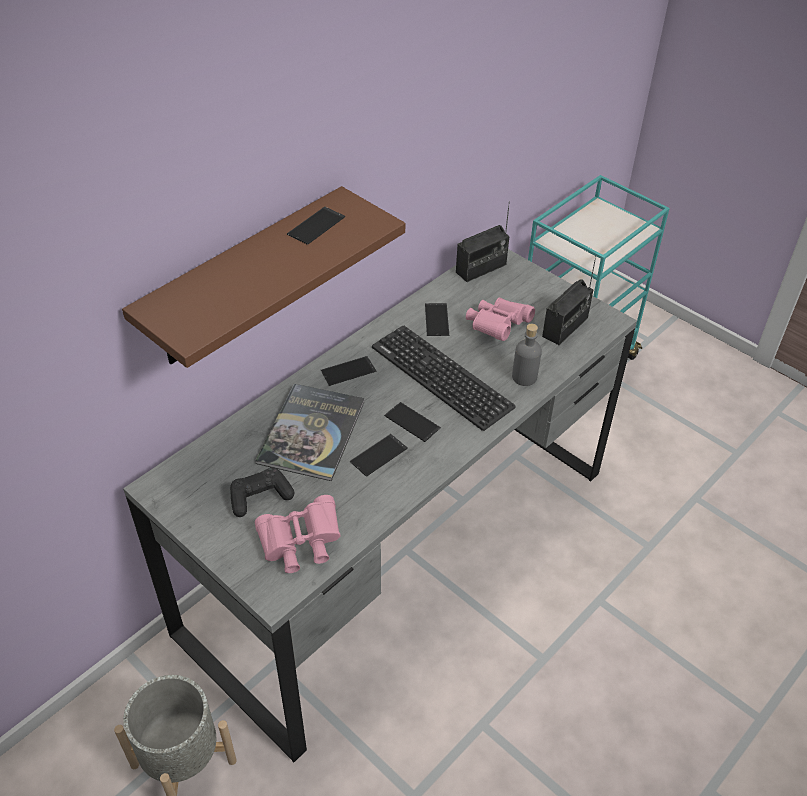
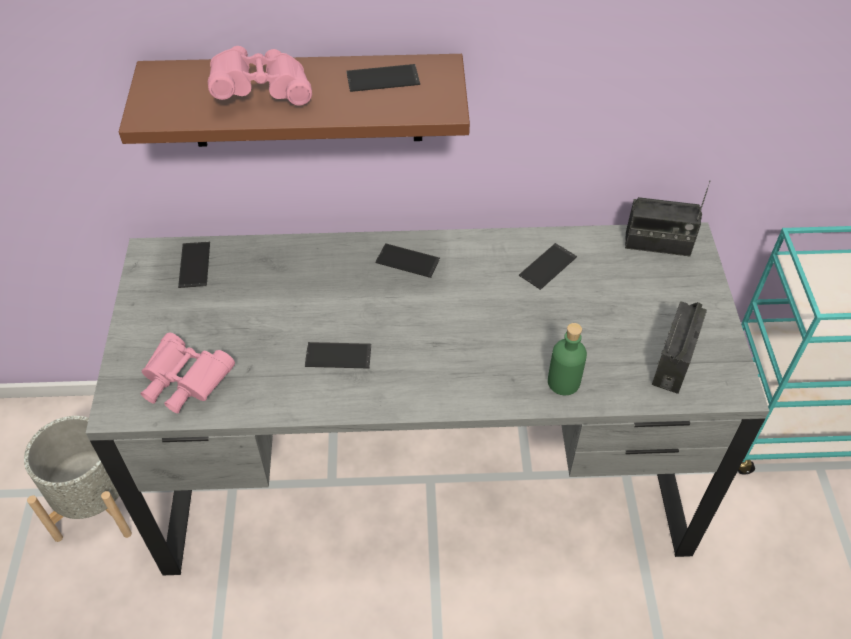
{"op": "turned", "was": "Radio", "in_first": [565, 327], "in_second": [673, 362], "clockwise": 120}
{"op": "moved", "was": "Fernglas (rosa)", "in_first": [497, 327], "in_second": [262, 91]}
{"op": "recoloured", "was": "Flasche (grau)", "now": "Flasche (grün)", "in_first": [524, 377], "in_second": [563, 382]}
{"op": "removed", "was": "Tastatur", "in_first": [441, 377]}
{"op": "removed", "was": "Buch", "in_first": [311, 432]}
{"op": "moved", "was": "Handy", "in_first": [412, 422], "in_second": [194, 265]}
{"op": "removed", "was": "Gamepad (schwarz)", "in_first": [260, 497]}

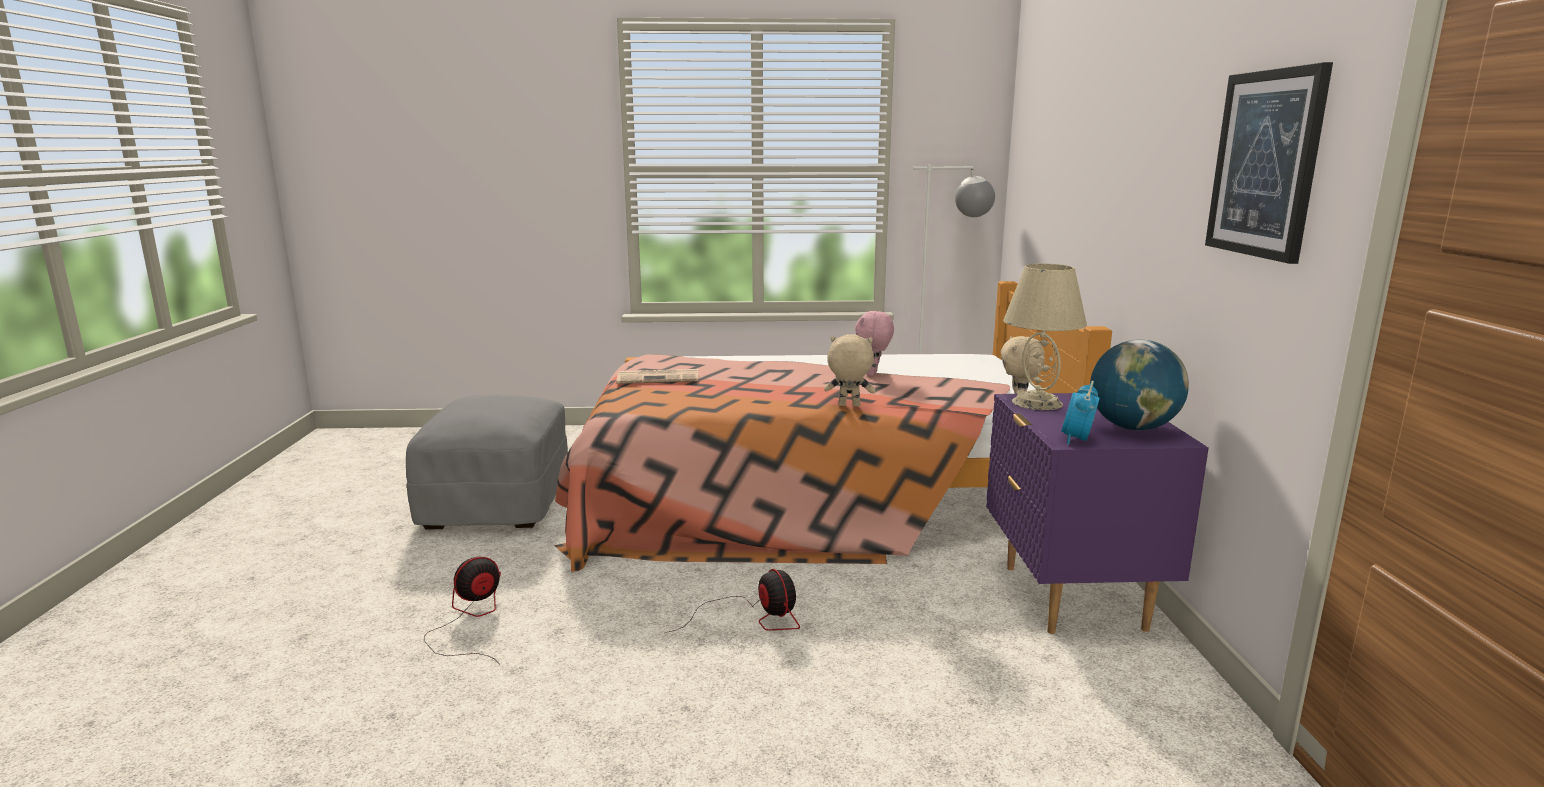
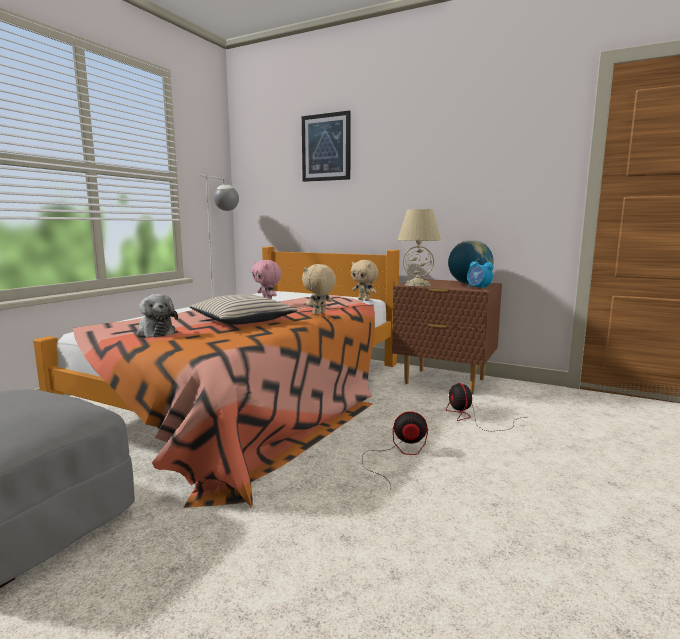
{"op": "moved", "was": "Bild", "in_first": [1265, 164], "in_second": [326, 147]}
{"op": "replaced", "was": "Zeitung", "now": "Plüschtier", "in_first": [659, 378], "in_second": [155, 332]}
{"op": "recoloured", "was": "Nachttisch (lila)", "now": "Nachttisch (braun)", "in_first": [1071, 597], "in_second": [444, 382]}
{"op": "moved", "was": "Ventilator", "in_first": [471, 620], "in_second": [474, 419]}
{"op": "added", "now": "Kissen (beige)", "in_second": [242, 320]}

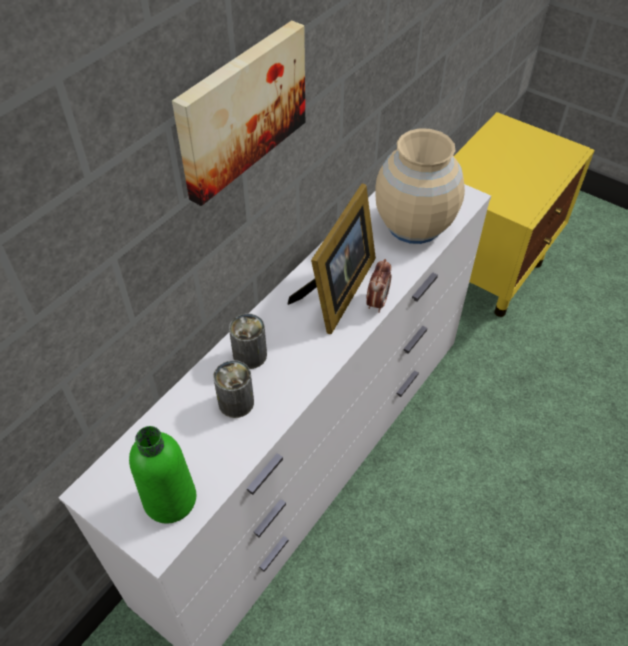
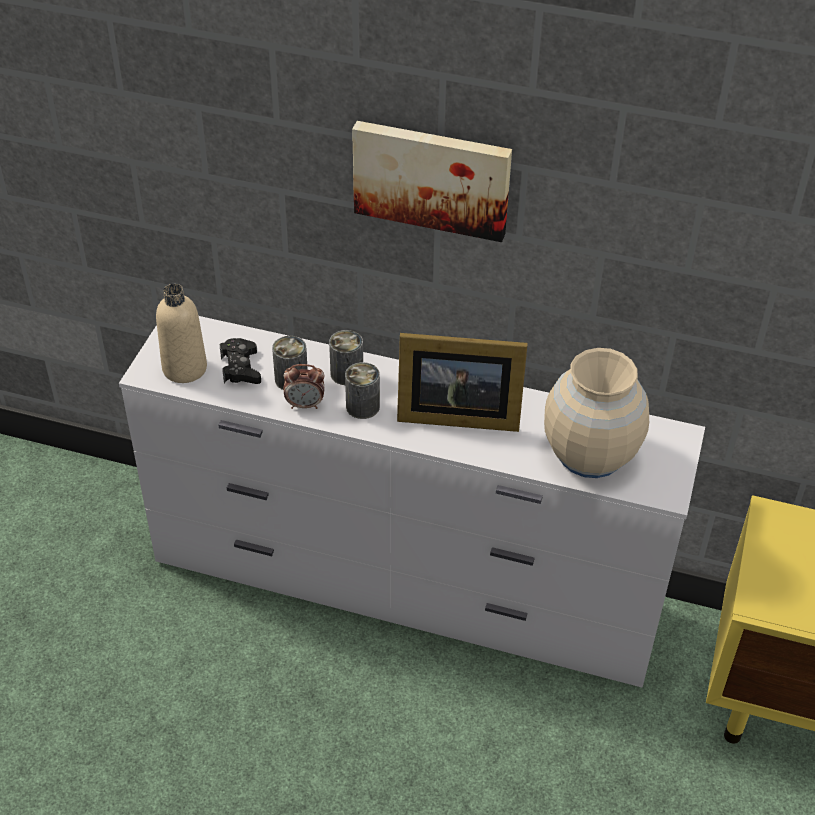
{"op": "moved", "was": "Wecker", "in_first": [377, 302], "in_second": [305, 404]}
{"op": "recoloured", "was": "Flasche (grün)", "now": "Flasche (beige)", "in_first": [170, 499], "in_second": [184, 368]}
{"op": "added", "now": "Gamepad (schwarz)", "in_second": [240, 368]}
{"op": "added", "now": "Dose", "in_second": [362, 406]}

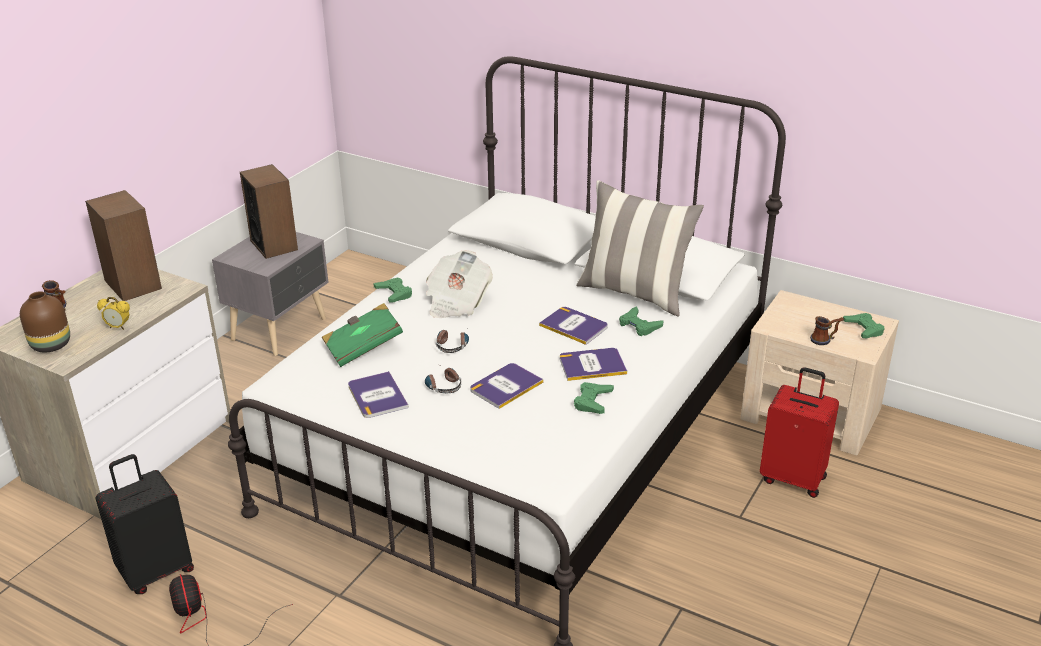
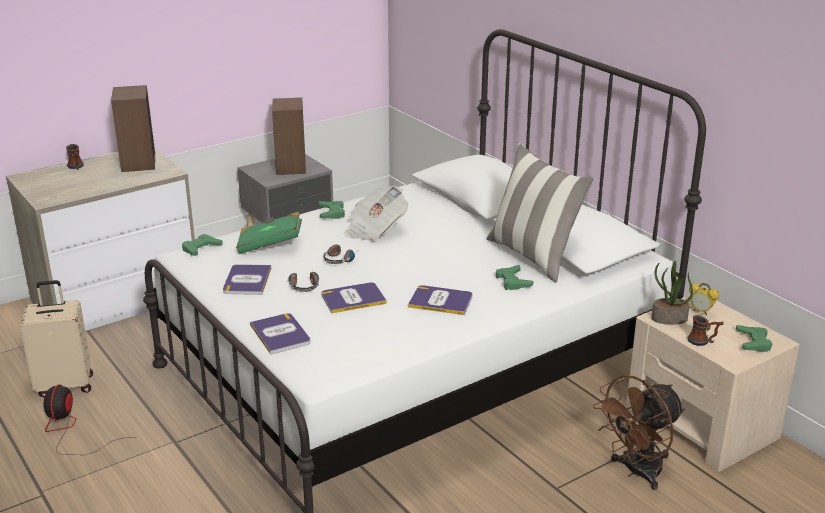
{"op": "removed", "was": "Vase (braun)", "in_first": [51, 344]}
{"op": "moved", "was": "Wecker", "in_first": [118, 327], "in_second": [701, 312]}
{"op": "moved", "was": "Buch", "in_first": [574, 326], "in_second": [280, 334]}
{"op": "replaced", "was": "Koffer (rot)", "now": "Ventilator (braun)", "in_first": [793, 478], "in_second": [636, 472]}
{"op": "moved", "was": "Gamepad (grün)", "in_first": [592, 401], "in_second": [201, 248]}
{"op": "recoloured", "was": "Koffer (schwarz)", "now": "Koffer (beige)", "in_first": [156, 571], "in_second": [65, 385]}
{"op": "added", "now": "Topfpflanze", "in_second": [669, 319]}

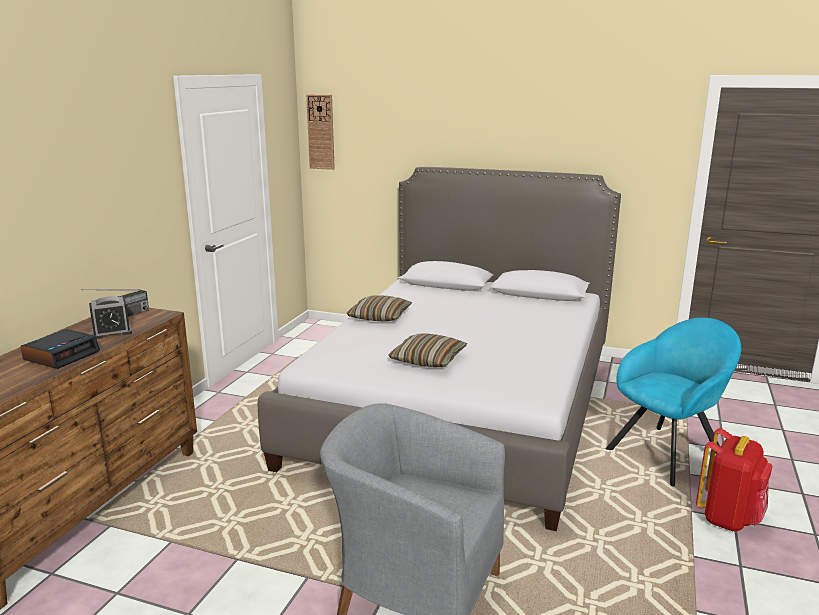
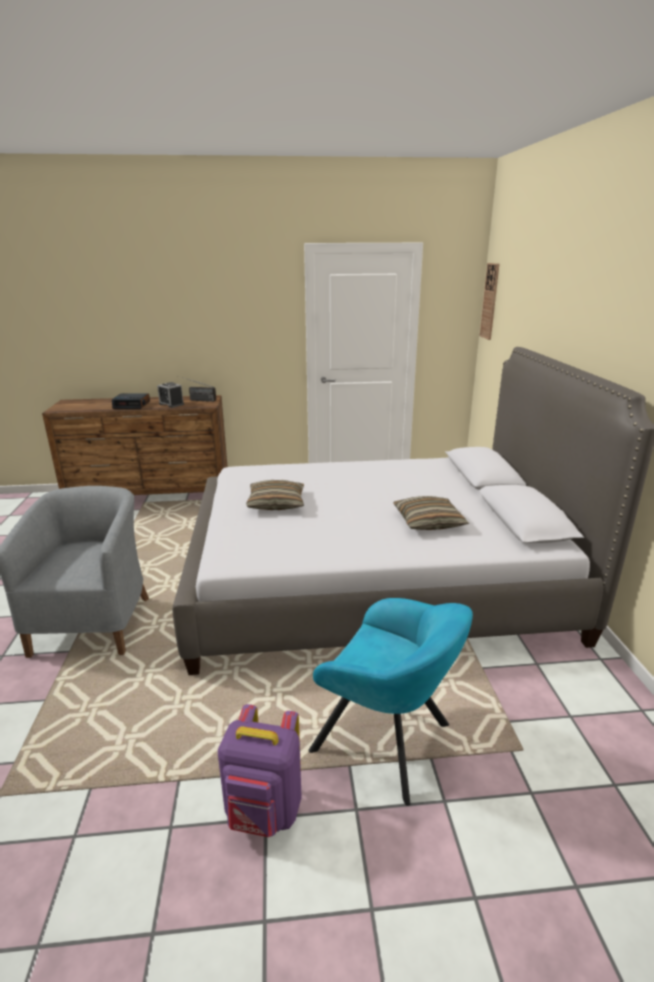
{"op": "moved", "was": "Kissen", "in_first": [379, 317], "in_second": [428, 522]}
{"op": "recoloured", "was": "Rucksack (rot)", "now": "Rucksack (lila)", "in_first": [729, 518], "in_second": [264, 812]}

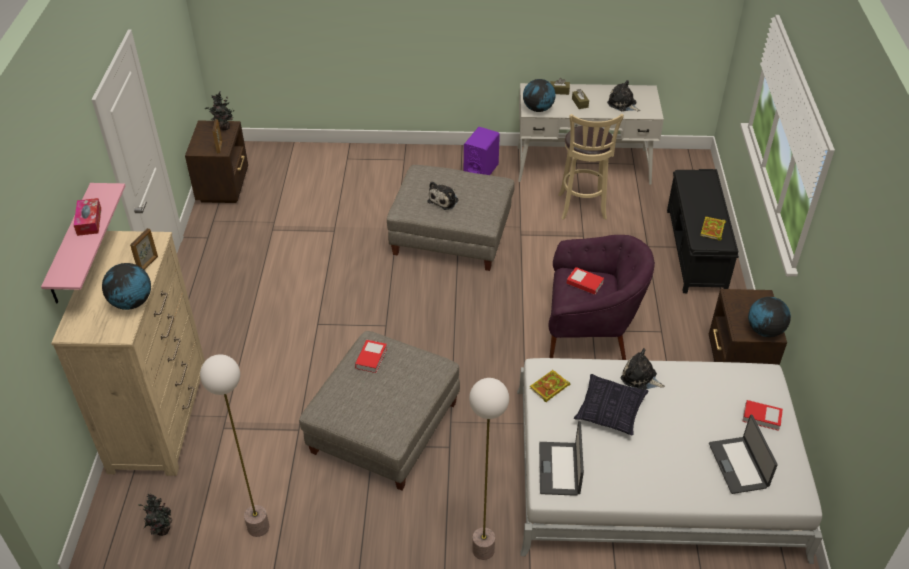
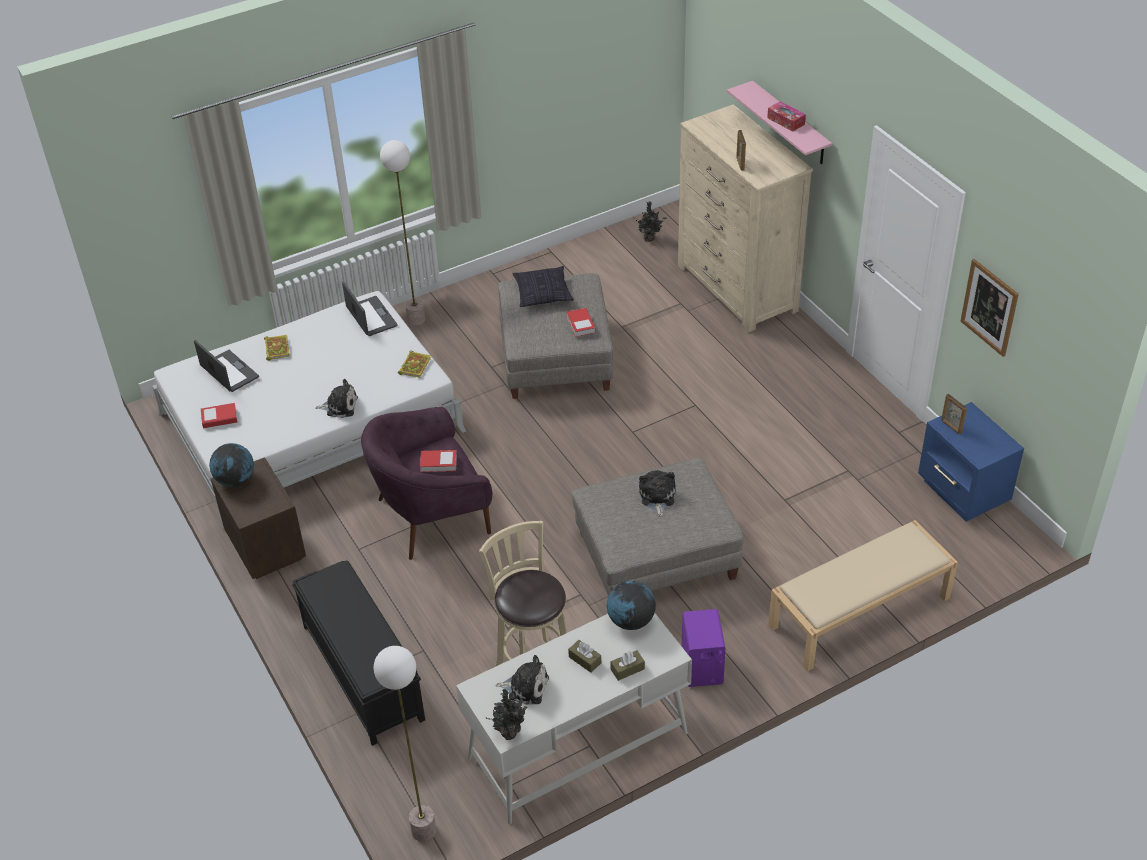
{"op": "moved", "was": "Topfpflanze", "in_first": [224, 128], "in_second": [510, 732]}
{"op": "recoloured", "was": "Nachttisch (braun)", "now": "Nachttisch (blau)", "in_first": [224, 186], "in_second": [963, 493]}
{"op": "moved", "was": "Buch", "in_first": [712, 230], "in_second": [276, 348]}
{"op": "removed", "was": "Globus", "in_first": [132, 303]}
{"op": "moved", "was": "Stehlampe", "in_first": [258, 527], "in_second": [423, 831]}
{"op": "moved", "was": "Kissen", "in_first": [610, 411], "in_second": [542, 294]}
{"op": "added", "now": "Bild", "in_second": [989, 307]}
{"op": "added", "now": "Bank (beige)", "in_second": [859, 613]}

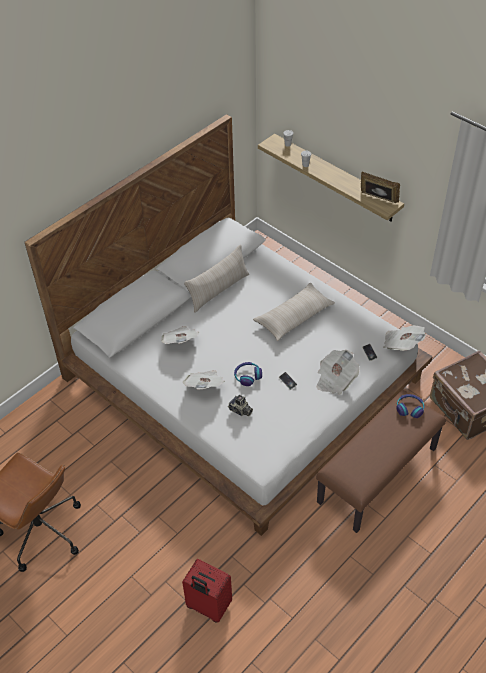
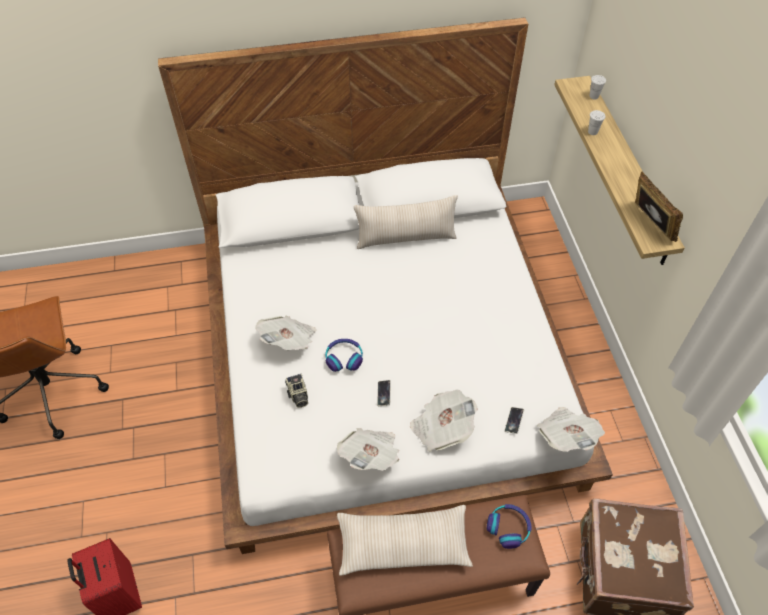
{"op": "moved", "was": "Kissen (beige)", "in_first": [294, 317], "in_second": [403, 544]}
{"op": "moved", "was": "Zeitung", "in_first": [180, 342], "in_second": [371, 455]}

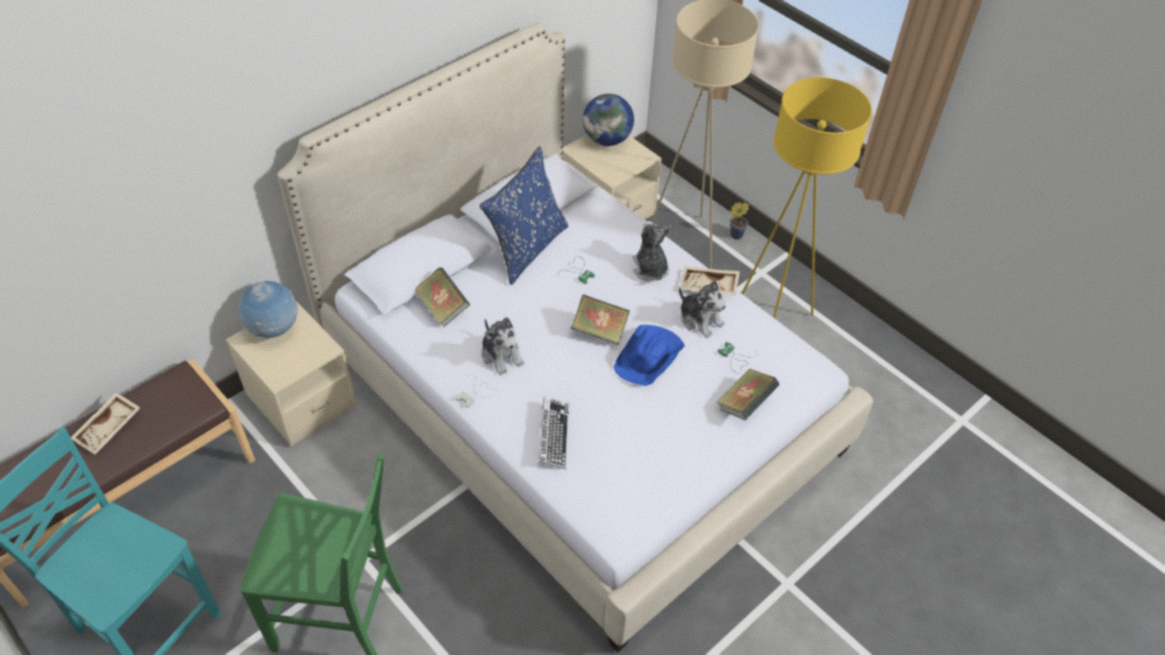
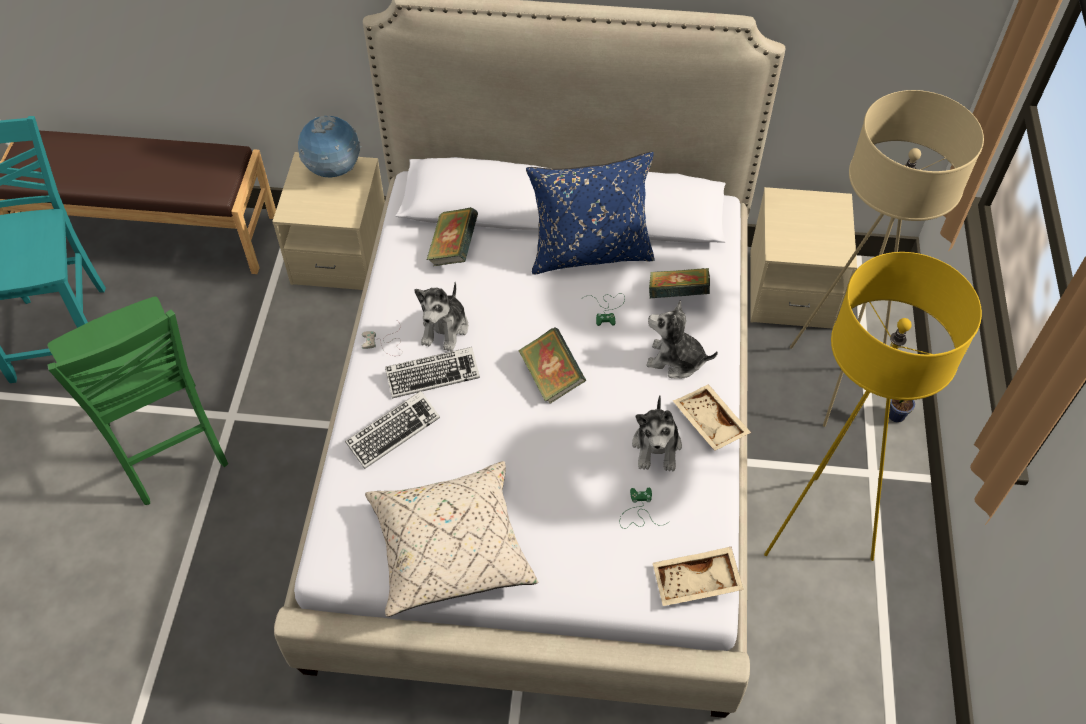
{"op": "removed", "was": "Globus", "in_first": [607, 140]}
{"op": "turned", "was": "Plüschtier", "in_first": [650, 269], "in_second": [675, 360], "clockwise": -105}
{"op": "removed", "was": "Hut (blau)", "in_first": [649, 356]}
{"op": "moved", "was": "Buch", "in_first": [744, 404], "in_second": [677, 295]}
{"op": "moved", "was": "Tablett (beige)", "in_first": [109, 428], "in_second": [696, 583]}
{"op": "added", "now": "Tastatur", "in_second": [432, 375]}
{"op": "added", "now": "Kissen (beige)", "in_second": [450, 547]}

